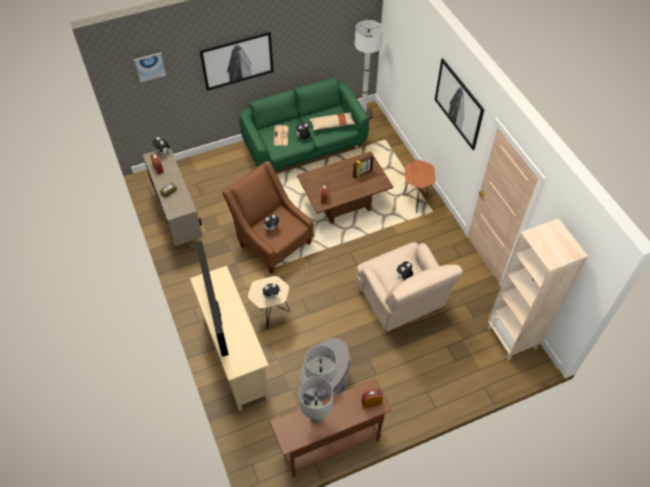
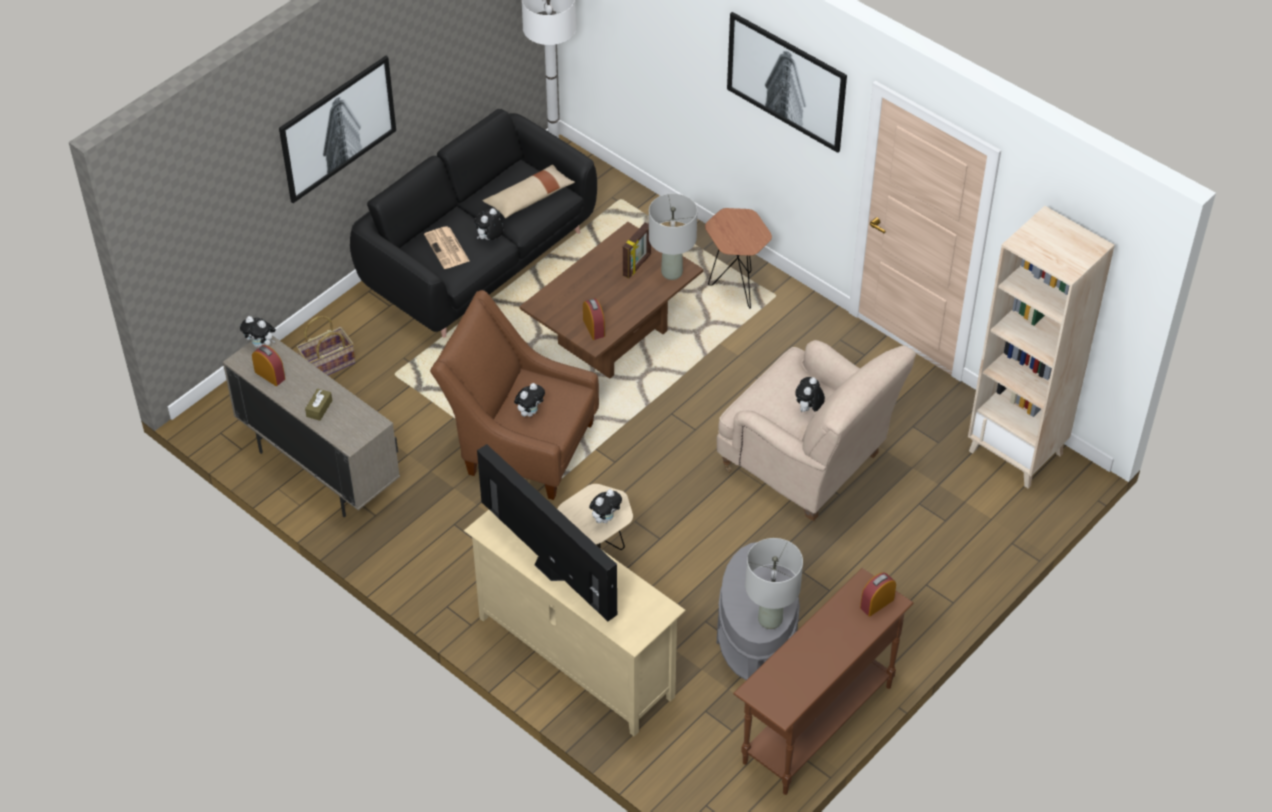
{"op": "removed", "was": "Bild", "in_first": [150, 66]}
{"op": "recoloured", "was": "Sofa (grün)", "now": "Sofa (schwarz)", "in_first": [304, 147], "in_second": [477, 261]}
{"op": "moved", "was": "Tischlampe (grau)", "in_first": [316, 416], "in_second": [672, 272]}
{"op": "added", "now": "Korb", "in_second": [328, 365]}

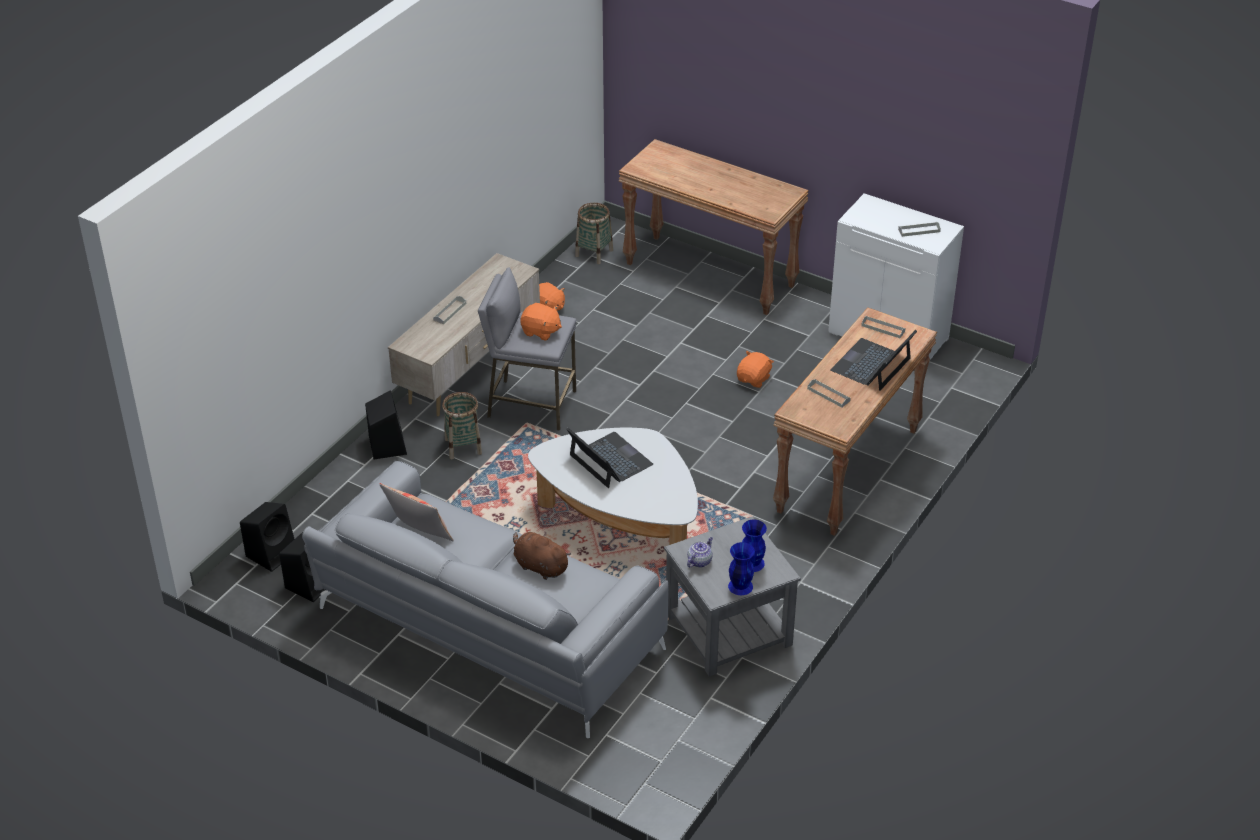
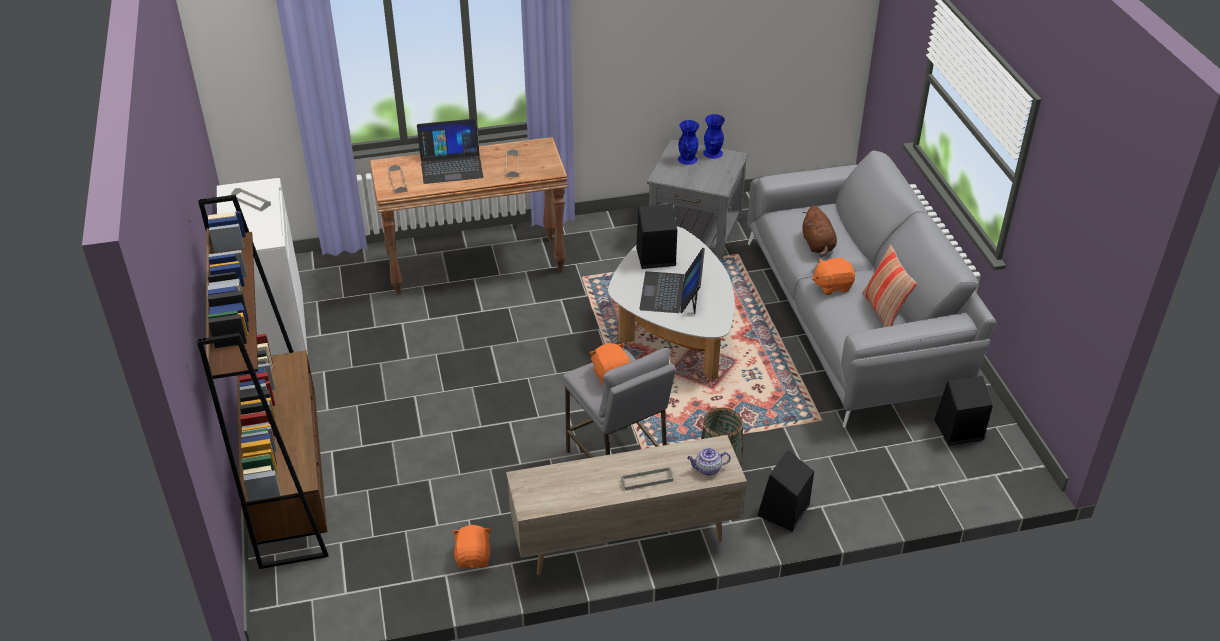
{"op": "replaced", "was": "Konsolentisch (braun)", "now": "Bücherregal (braun)", "in_first": [711, 274], "in_second": [289, 484]}
{"op": "removed", "was": "Korb", "in_first": [594, 253]}
{"op": "moved", "was": "Plüschtier (orange)", "in_first": [754, 379], "in_second": [832, 285]}
{"op": "moved", "was": "Lautsprecher (schwarz)", "in_first": [272, 553], "in_second": [654, 257]}
{"op": "moved", "was": "Teekanne", "in_first": [699, 561], "in_second": [707, 469]}

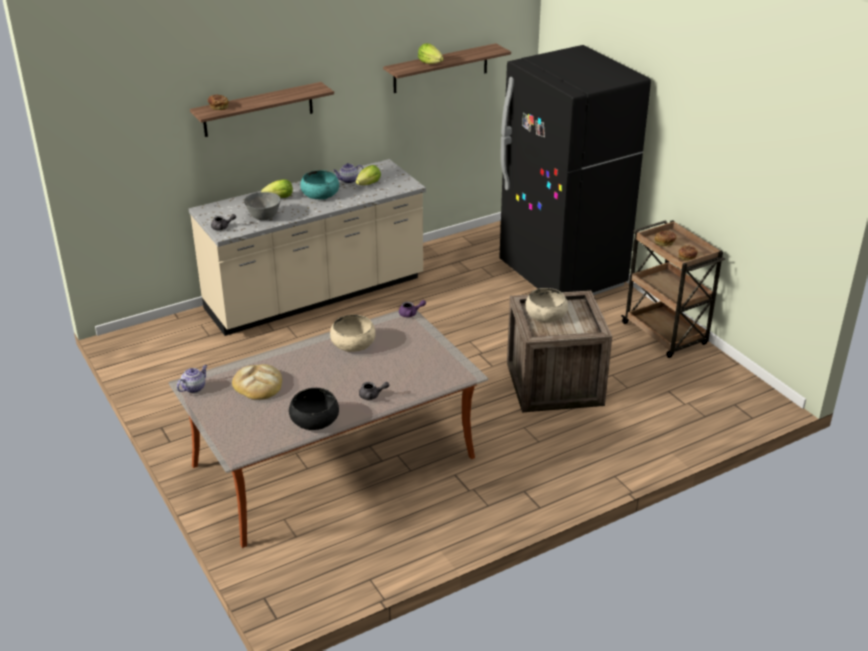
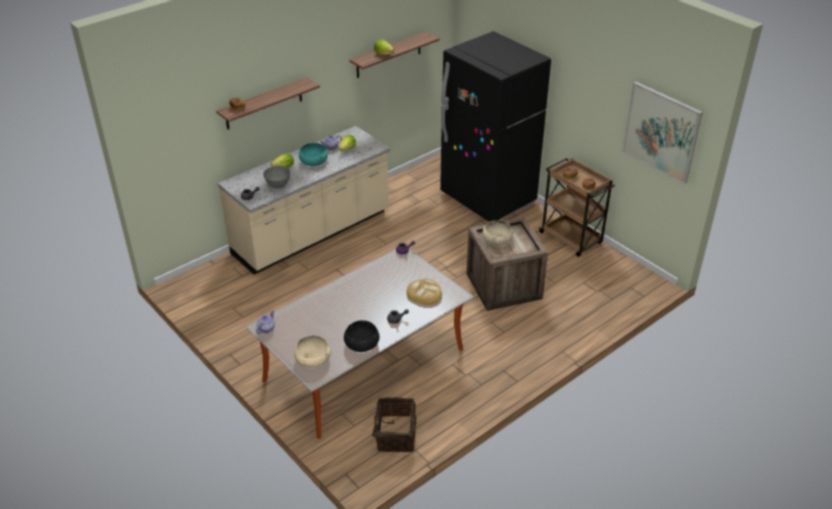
{"op": "moved", "was": "Schüssel (beige)", "in_first": [353, 343], "in_second": [313, 358]}
{"op": "moved", "was": "Brot", "in_first": [258, 384], "in_second": [424, 293]}
{"op": "added", "now": "Bild", "in_second": [661, 131]}
{"op": "added", "now": "Korb", "in_second": [394, 434]}

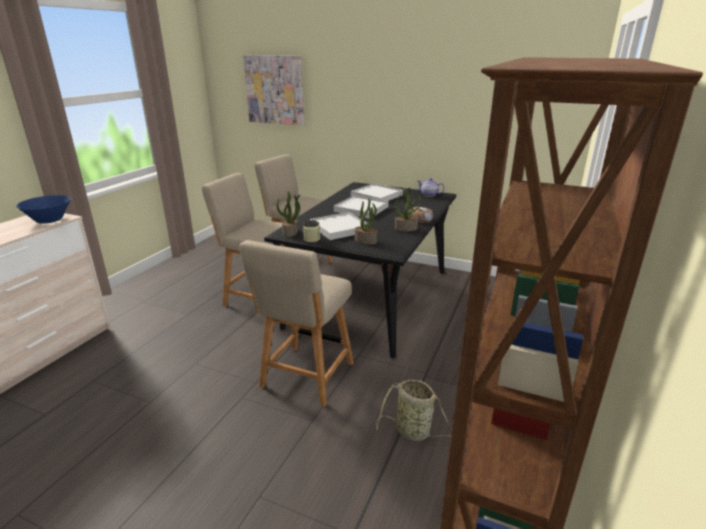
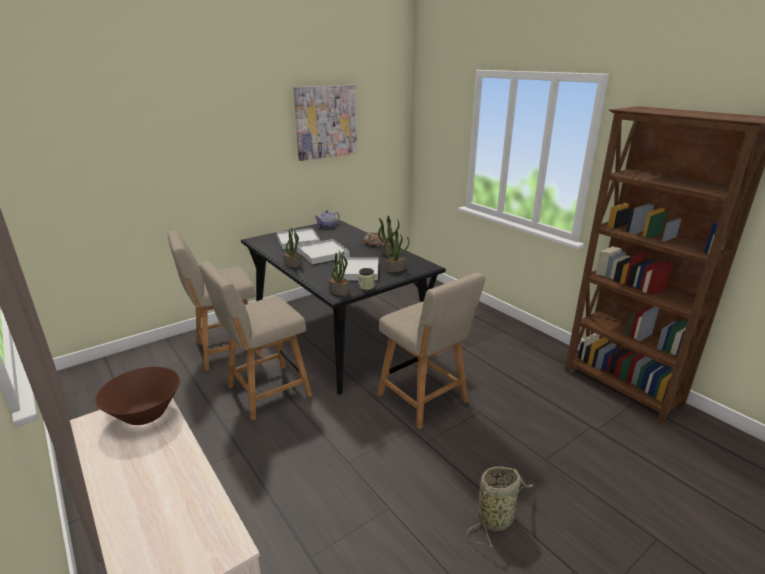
{"op": "moved", "was": "Bild", "in_first": [275, 90], "in_second": [326, 122]}
{"op": "recoloured", "was": "Schüssel (blau)", "now": "Schüssel (braun)", "in_first": [49, 220], "in_second": [145, 414]}
{"op": "moved", "was": "Korb", "in_first": [415, 432], "in_second": [497, 518]}
{"op": "added", "now": "Topfpflanze", "in_second": [293, 264]}

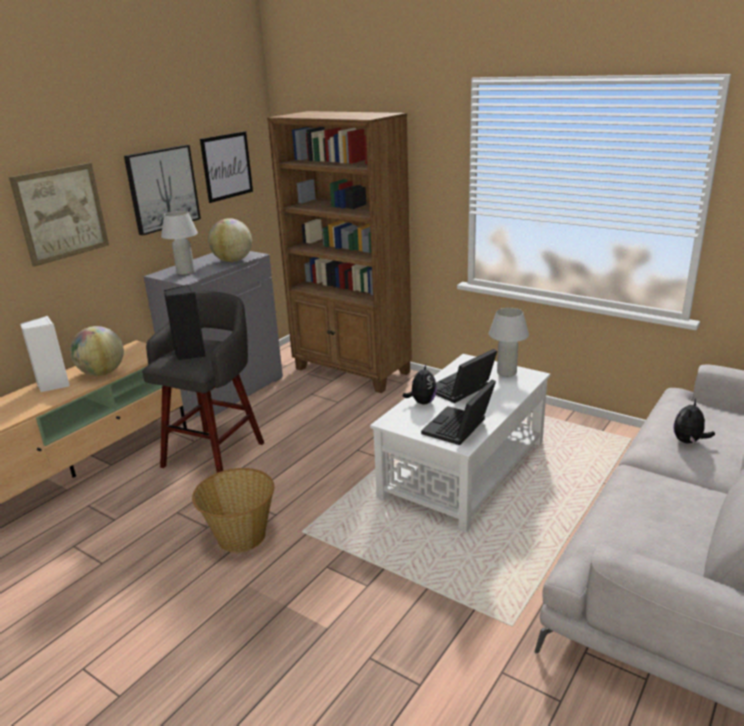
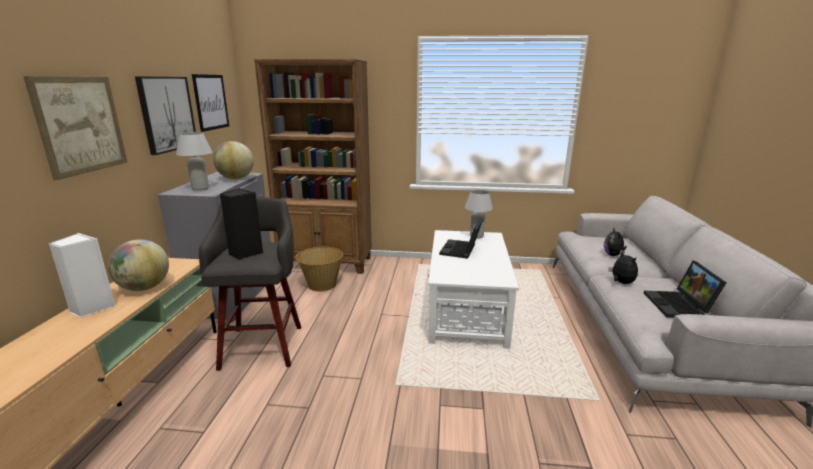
{"op": "moved", "was": "Plüschtier", "in_first": [422, 402], "in_second": [621, 282]}
{"op": "moved", "was": "Laptop", "in_first": [459, 429], "in_second": [679, 306]}
{"op": "moved", "was": "Korb", "in_first": [240, 536], "in_second": [321, 285]}

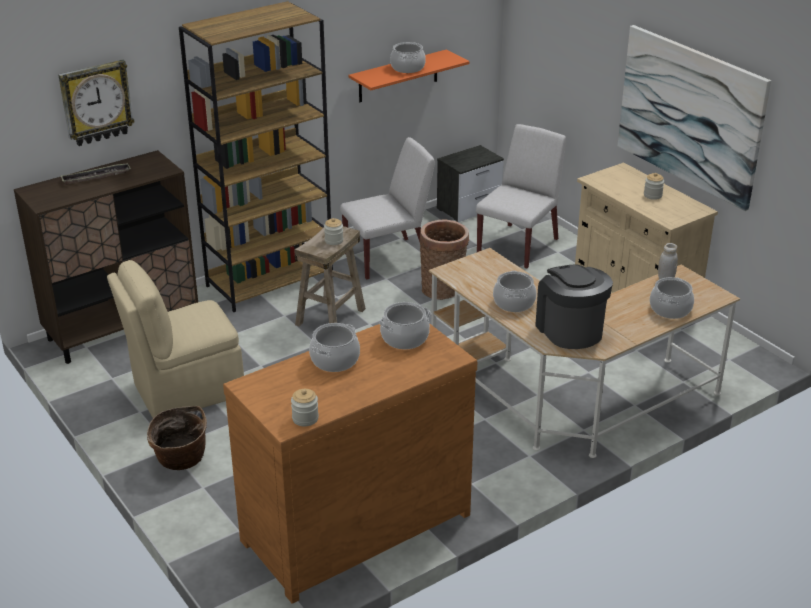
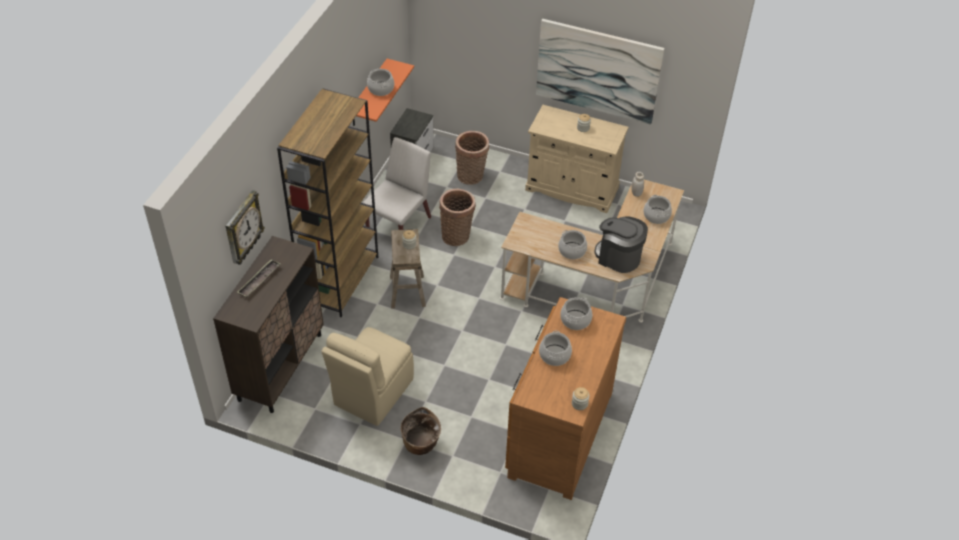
{"op": "replaced", "was": "Stuhl (weiß)", "now": "Korb", "in_first": [518, 245], "in_second": [471, 176]}

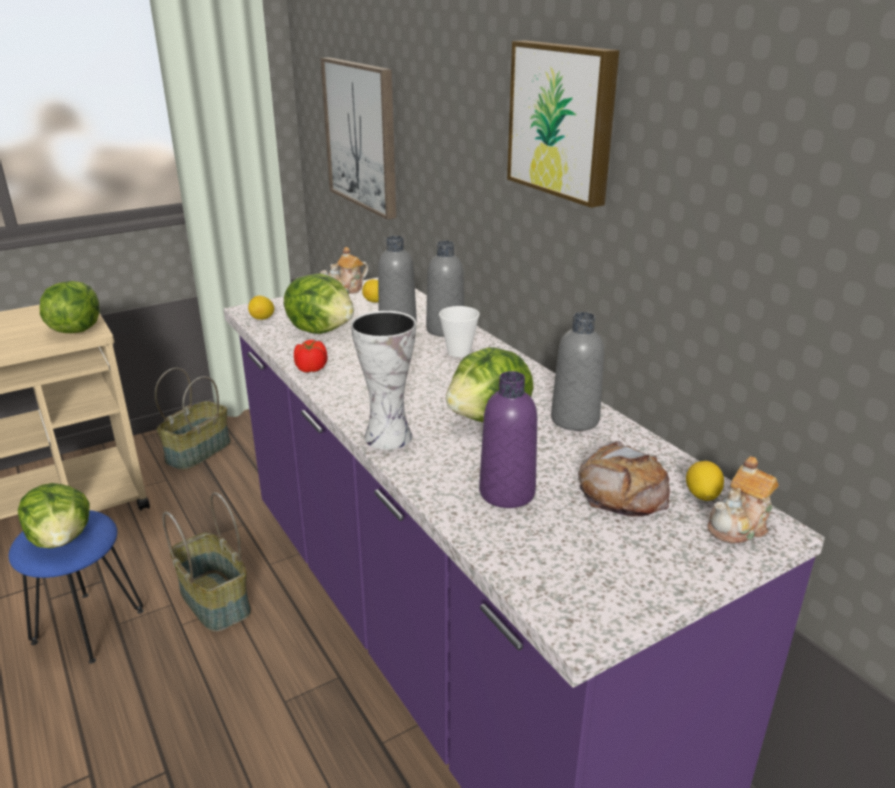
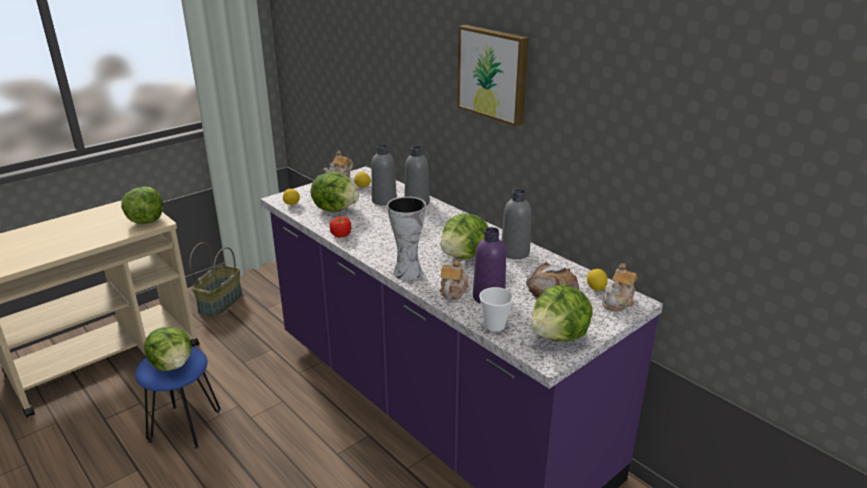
{"op": "removed", "was": "Bild", "in_first": [362, 135]}
{"op": "moved", "was": "Tasse", "in_first": [459, 352], "in_second": [495, 325]}
{"op": "removed", "was": "Korb", "in_first": [216, 600]}
{"op": "added", "now": "Teekanne", "in_second": [453, 291]}
{"op": "added", "now": "Salatkopf", "in_second": [559, 336]}

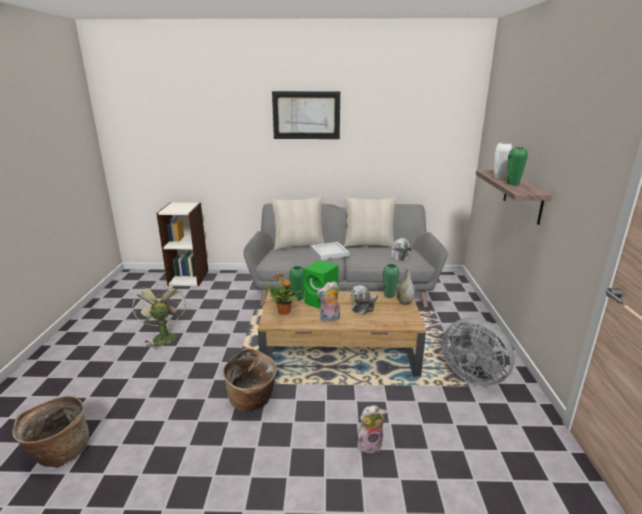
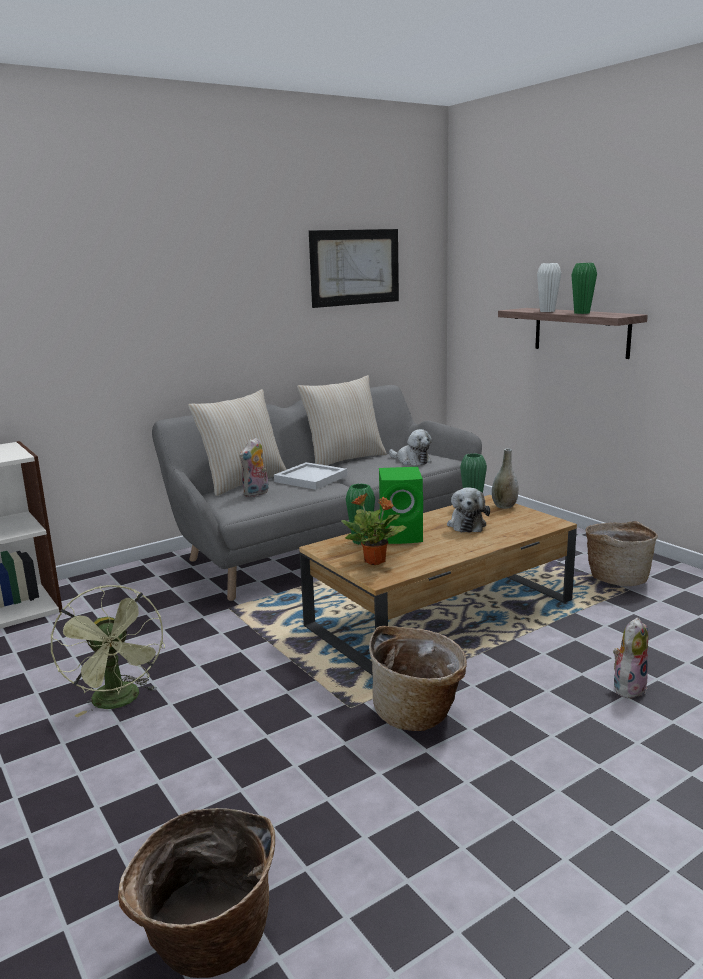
{"op": "moved", "was": "Bild", "in_first": [306, 115], "in_second": [355, 267]}
{"op": "moved", "was": "Plüschtier", "in_first": [329, 319], "in_second": [256, 494]}
{"op": "turned", "was": "Ventilator (grün)", "in_first": [163, 337], "in_second": [120, 702], "clockwise": -150}
{"op": "replaced", "was": "Ventilator (grau)", "now": "Korb", "in_first": [472, 375], "in_second": [617, 578]}

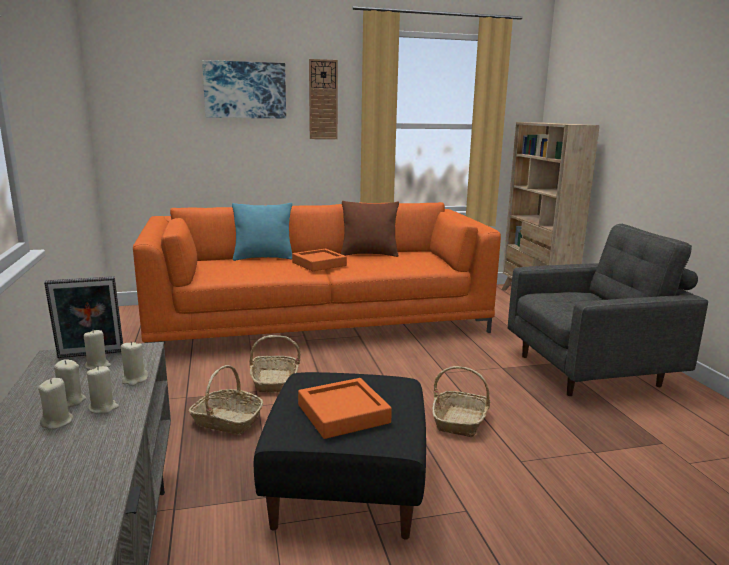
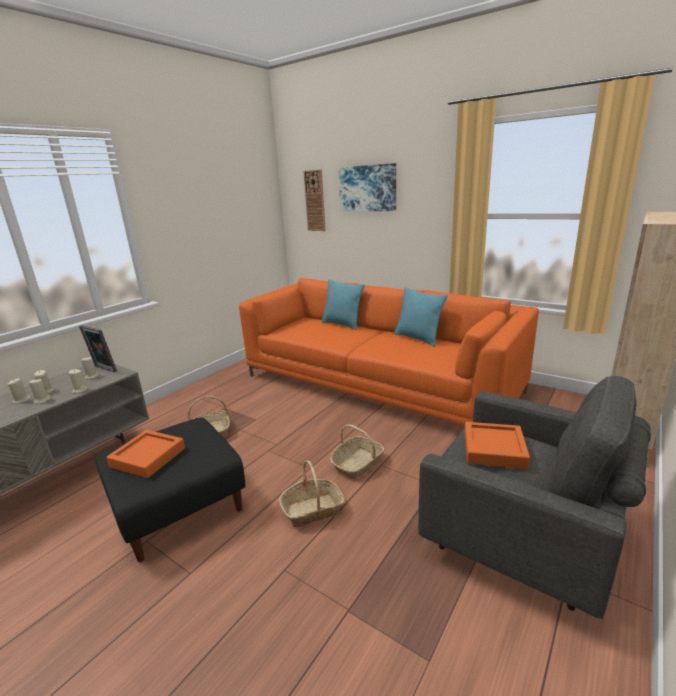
{"op": "moved", "was": "Wanduhr", "in_first": [323, 100], "in_second": [315, 201]}
{"op": "recoloured", "was": "Kissen (braun)", "now": "Kissen (türkis)", "in_first": [369, 254], "in_second": [418, 338]}
{"op": "moved", "was": "Tablett (orange)", "in_first": [319, 264], "in_second": [494, 449]}
{"op": "moved", "was": "Korb", "in_first": [274, 381], "in_second": [357, 464]}

